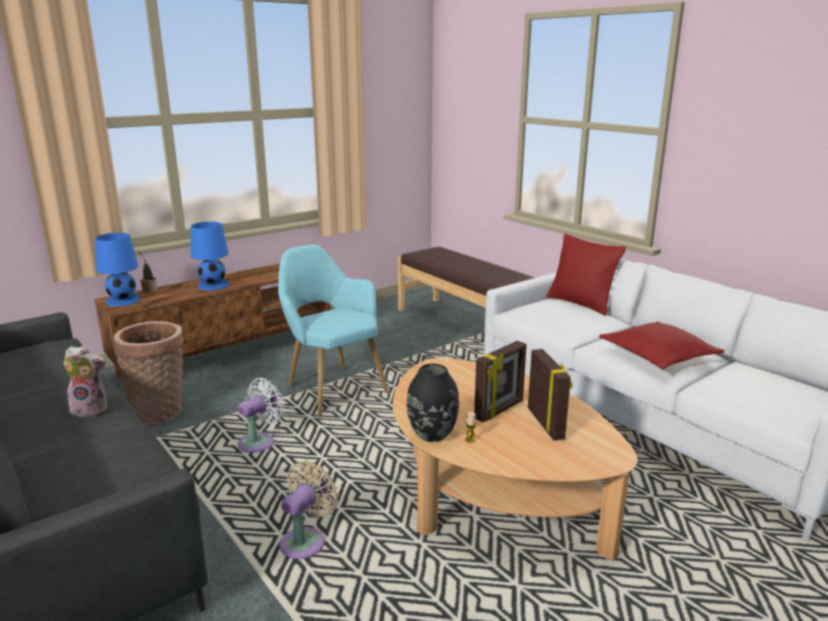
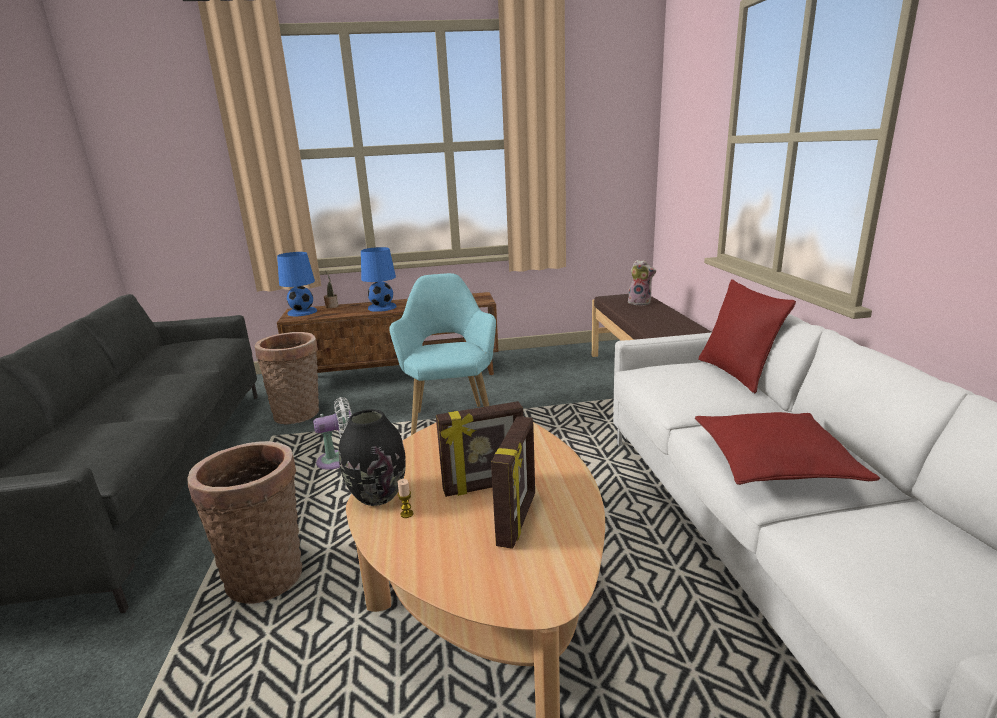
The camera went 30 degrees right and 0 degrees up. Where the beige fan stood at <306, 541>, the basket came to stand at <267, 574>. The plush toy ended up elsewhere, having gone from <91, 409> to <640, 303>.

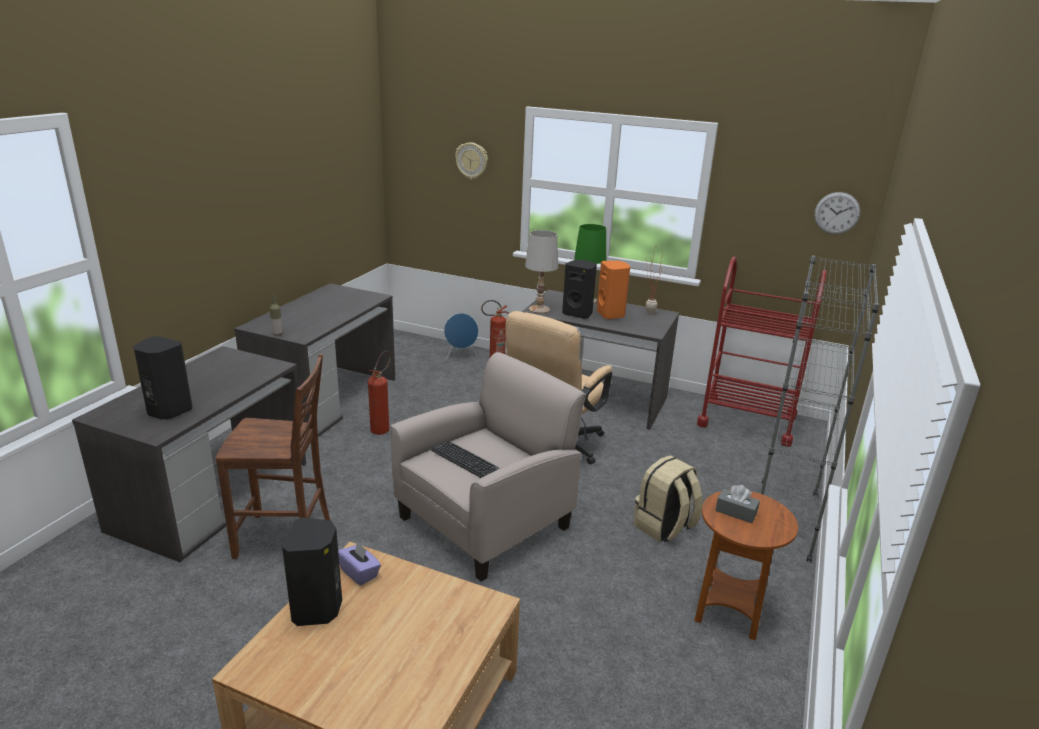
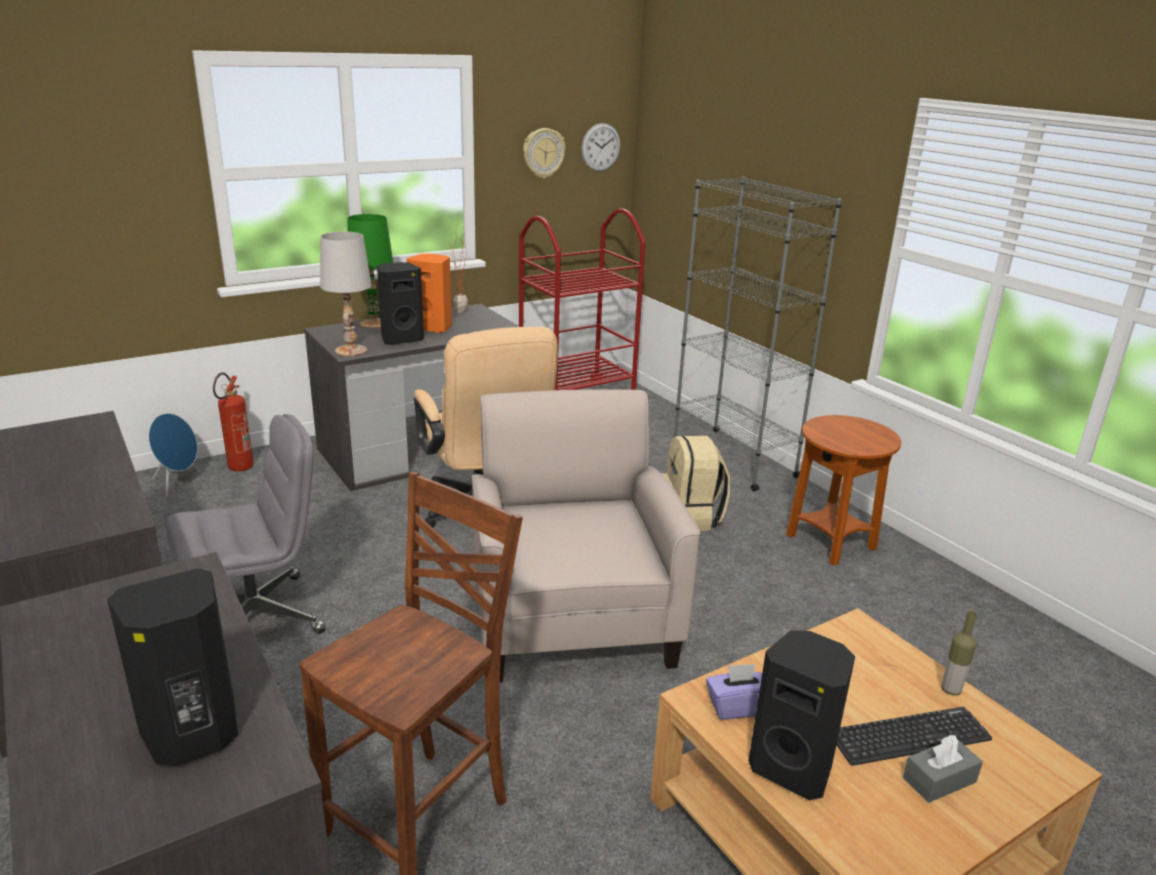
The camera went 55 degrees left and 0 degrees up. Where the fire extinguisher stood at <382, 428>, the grey office chair came to stand at <257, 617>. The wall clock ended up elsewhere, having gone from <472, 160> to <543, 153>. The keyboard ended up elsewhere, having gone from <468, 462> to <909, 736>. The grey tissue box ended up elsewhere, having gone from <736, 512> to <939, 780>. The bottle ended up elsewhere, having gone from <277, 334> to <951, 690>.

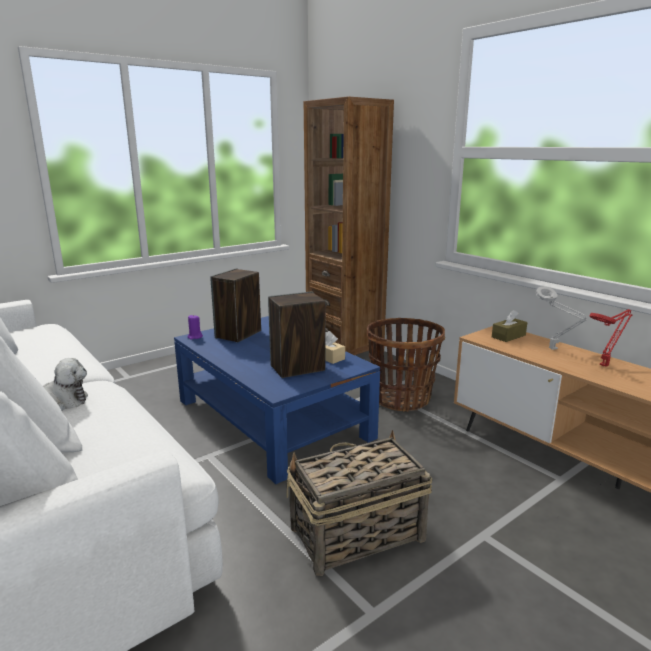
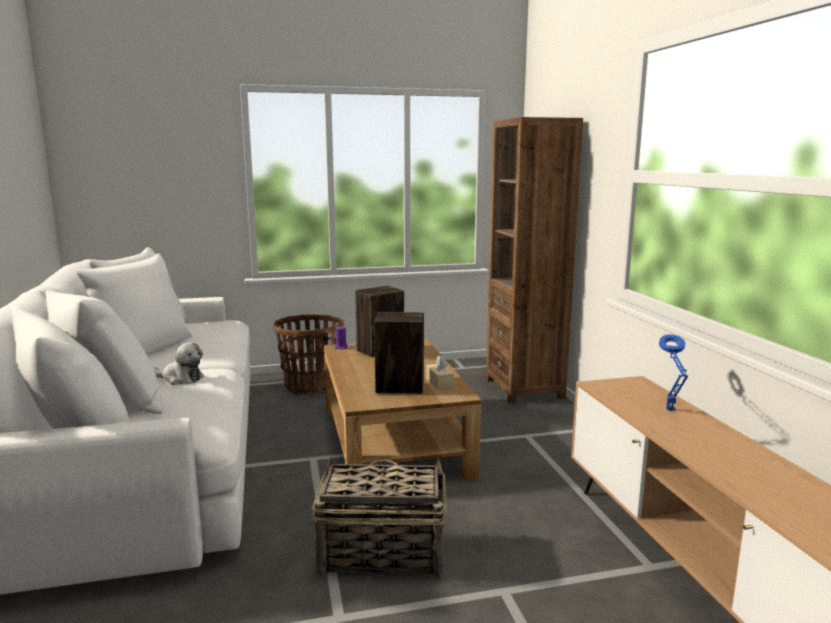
The camera went 25 degrees right and 5 degrees down. The basket ended up elsewhere, having gone from <401, 399> to <311, 385>. What was the blue coffee table at <271, 418> turned into the brown coffee table at <393, 439>. What was the grey table lamp at <554, 350> turned into the blue table lamp at <671, 411>. The second view lost the brown tissue box at <508, 336>. The second view lost the red table lamp at <605, 365>.

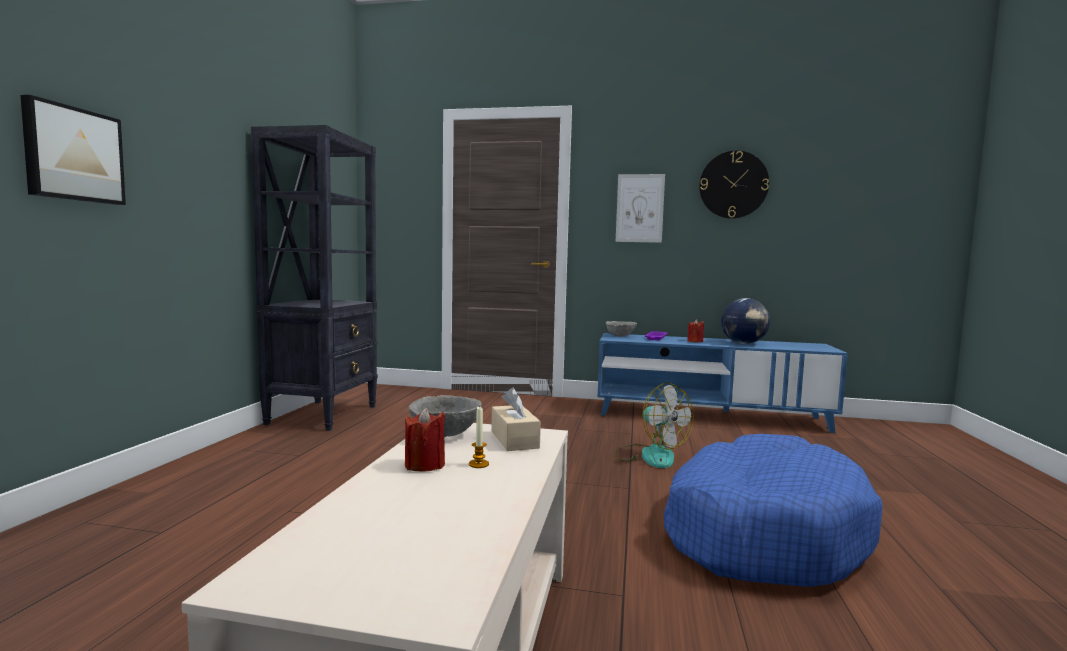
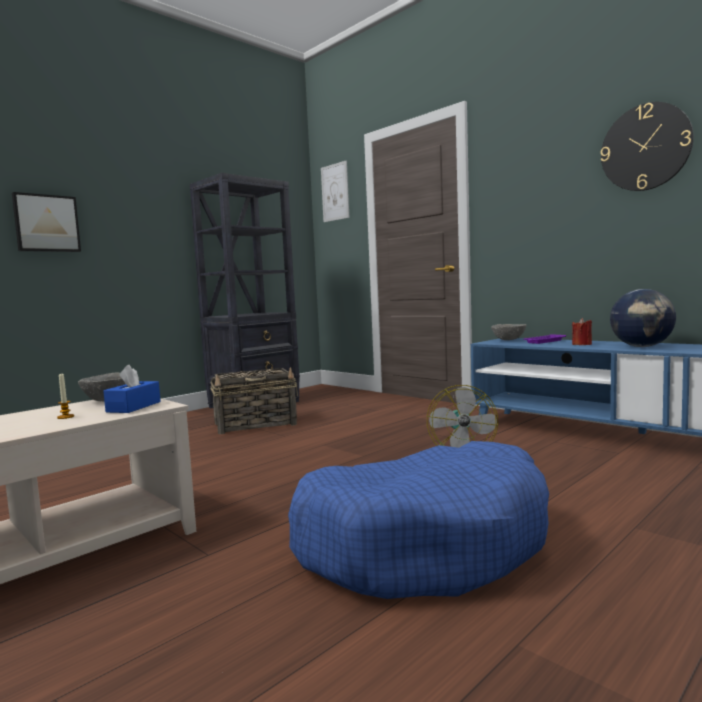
The camera went 35 degrees right and 0 degrees up. What was the beige tissue box at <514, 439> turned into the blue tissue box at <134, 407>. The second view gained the basket at <256, 424>. The picture ended up elsewhere, having gone from <640, 208> to <335, 192>. The second view lost the red candle at <424, 465>.

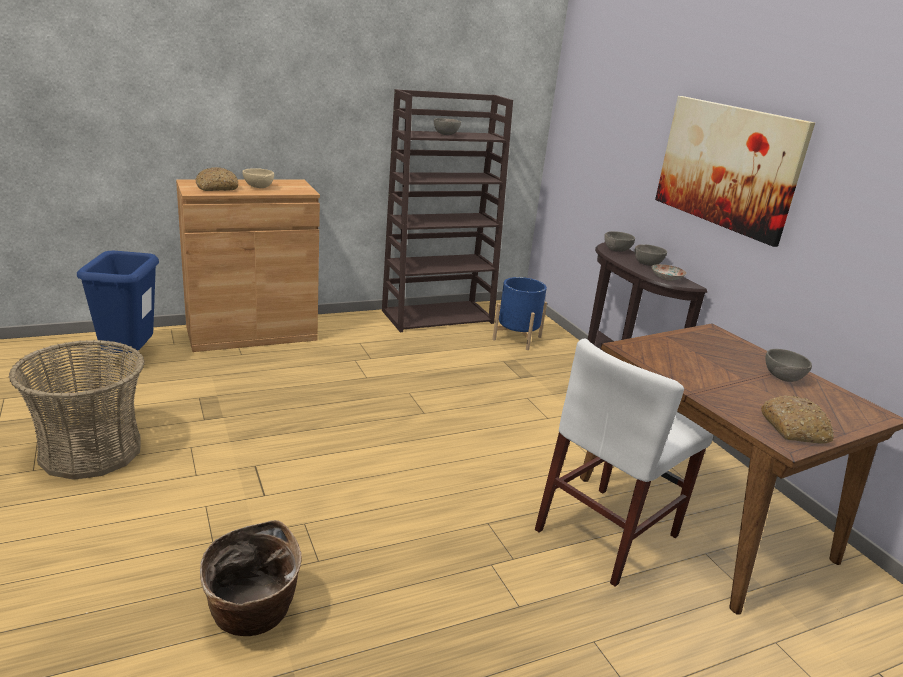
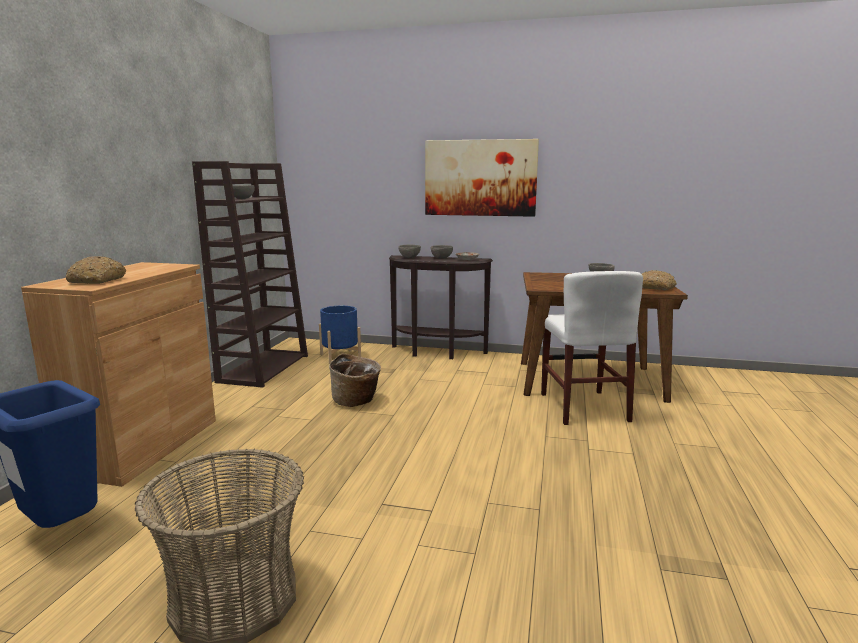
The camera went 50 degrees left and 10 degrees down. The basket ended up elsewhere, having gone from <252, 616> to <356, 401>. The second view lost the beige bowl at <259, 187>.

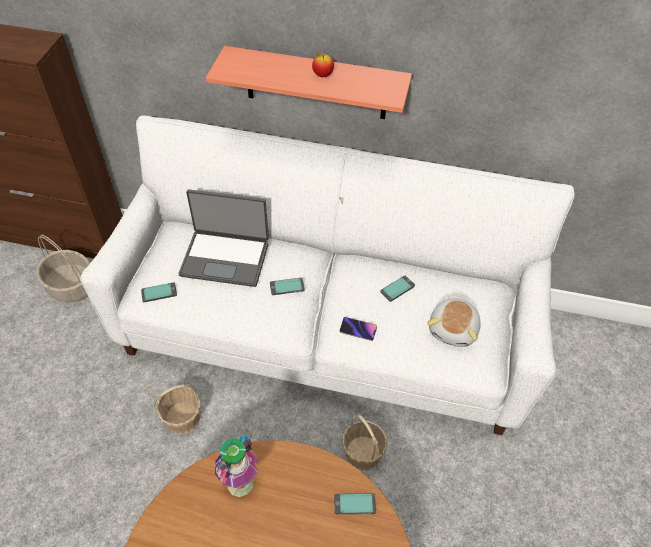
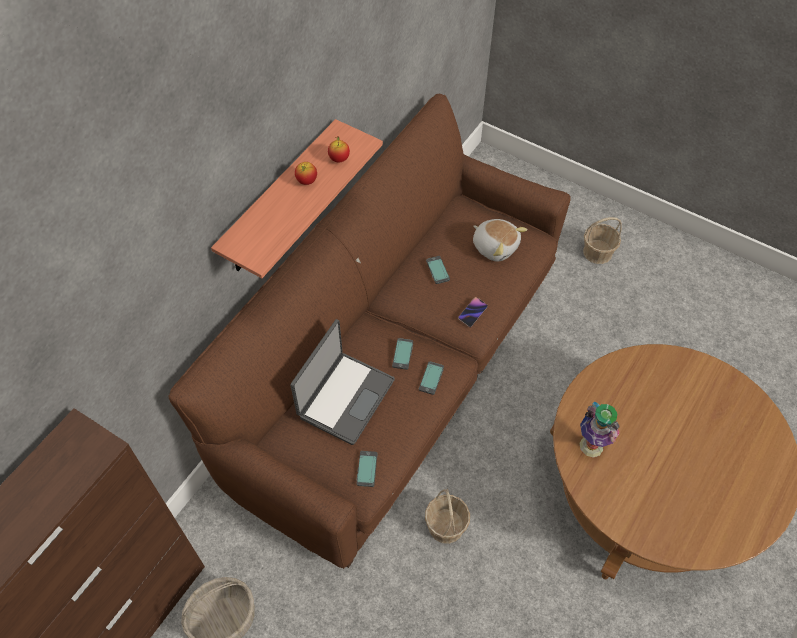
The camera went 70 degrees left and 5 degrees up. What was the white sofa at <324, 335> turned into the brown sofa at <397, 375>. The second view gained the apple at <339, 159>. The phone ended up elsewhere, having gone from <355, 504> to <431, 378>. The basket ended up elsewhere, having gone from <362, 453> to <598, 252>.

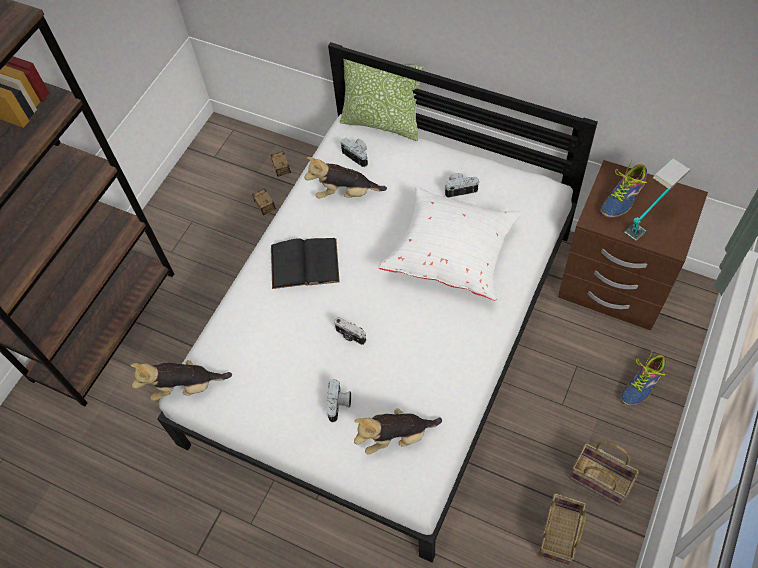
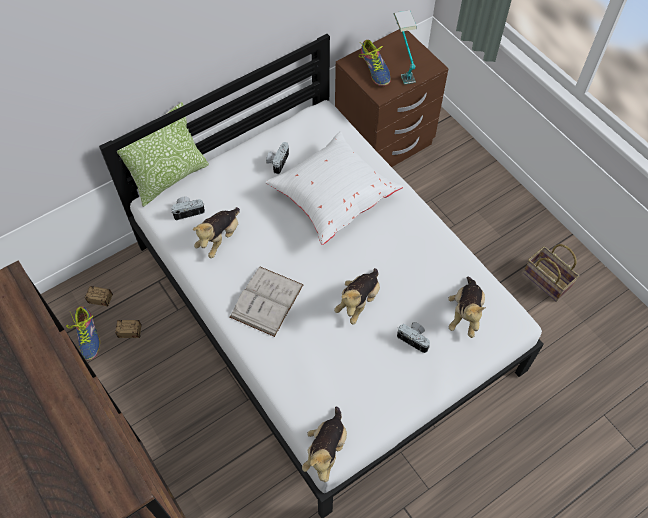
The camera went 65 degrees left and 0 degrees up. The shoe ended up elsewhere, having gone from <642, 384> to <88, 336>. What was the black book at <304, 263> turned into the white book at <267, 300>. Where the photo camera stood at <350, 336>, the plush toy came to stand at <358, 301>. The second view lost the basket at <601, 479>.

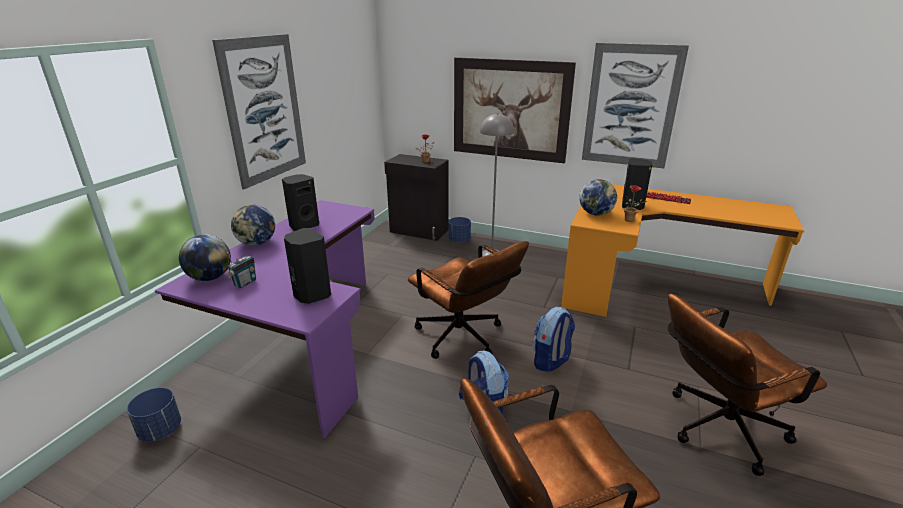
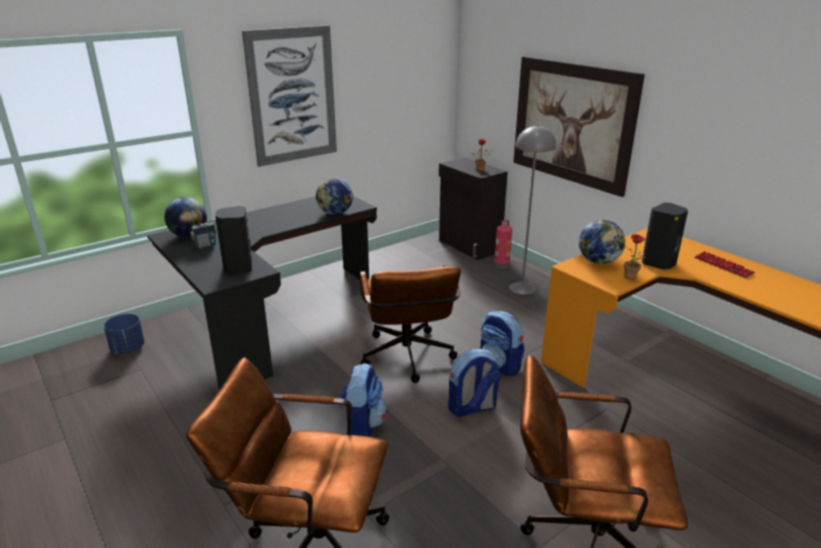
The camera went 30 degrees right and 0 degrees up. What was the purple desk at <301, 344> turned into the black desk at <270, 319>. The globe ended up elsewhere, having gone from <257, 243> to <335, 213>. The second view gained the backpack at <500, 366>. Where the blue planter stood at <459, 240>, the fire extinguisher came to stand at <501, 265>. The second view lost the black speaker at <303, 226>. The second view lost the picture at <631, 106>.

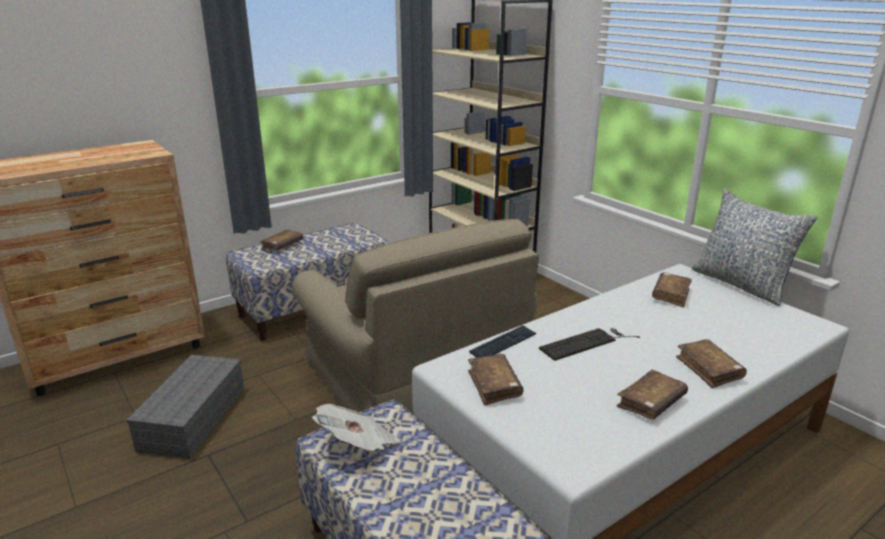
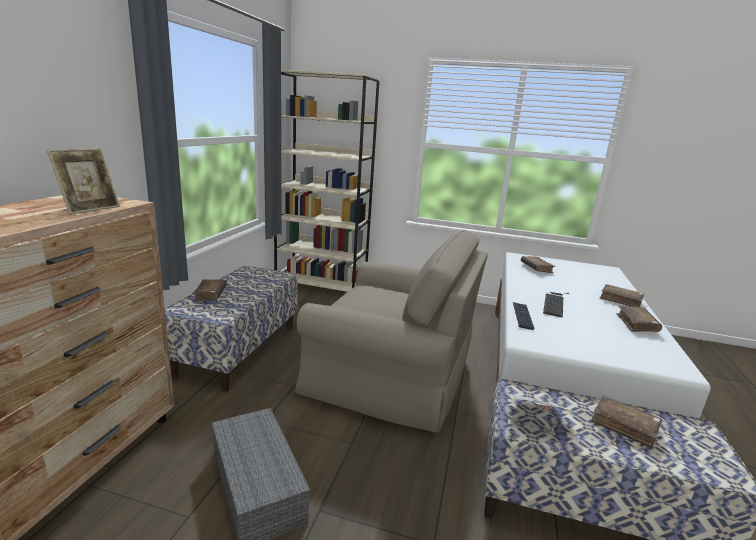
The camera went 40 degrees left and 5 degrees down. The second view gained the picture frame at <90, 209>. The brown book ended up elsewhere, having gone from <494, 385> to <624, 426>. The second view lost the pillow at <741, 284>.

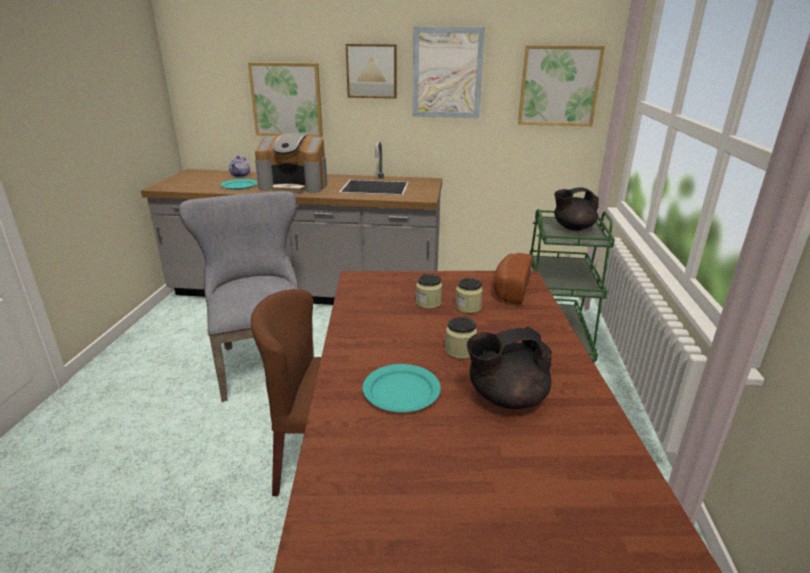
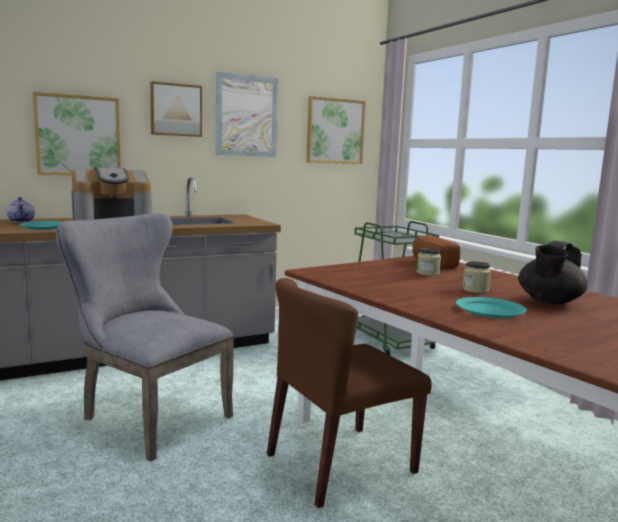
The camera went 35 degrees left and 15 degrees down. The second view lost the jar at <428, 303>. The second view lost the black teapot at <572, 228>.

